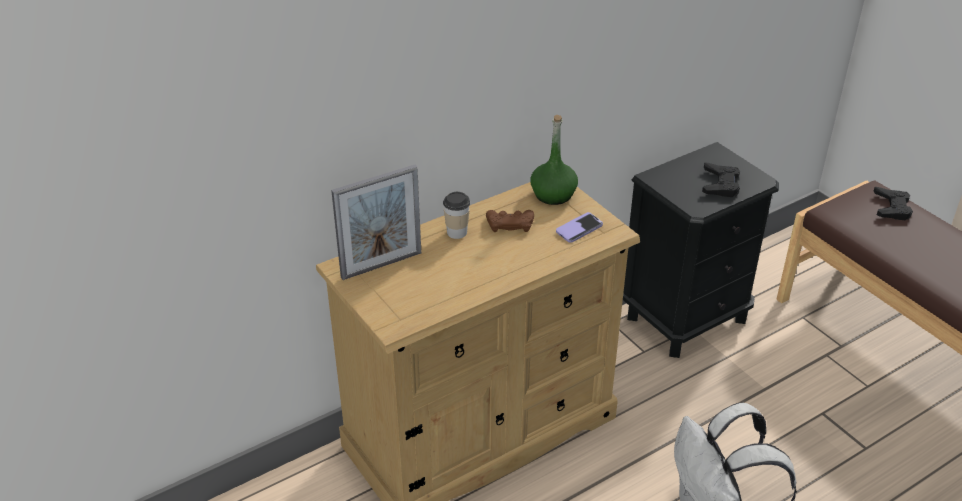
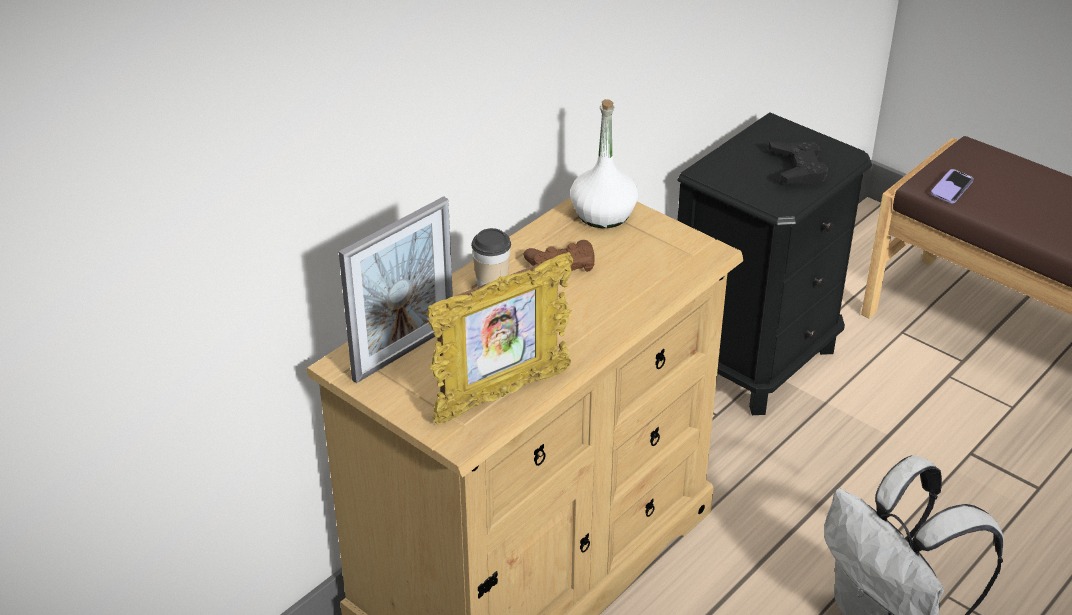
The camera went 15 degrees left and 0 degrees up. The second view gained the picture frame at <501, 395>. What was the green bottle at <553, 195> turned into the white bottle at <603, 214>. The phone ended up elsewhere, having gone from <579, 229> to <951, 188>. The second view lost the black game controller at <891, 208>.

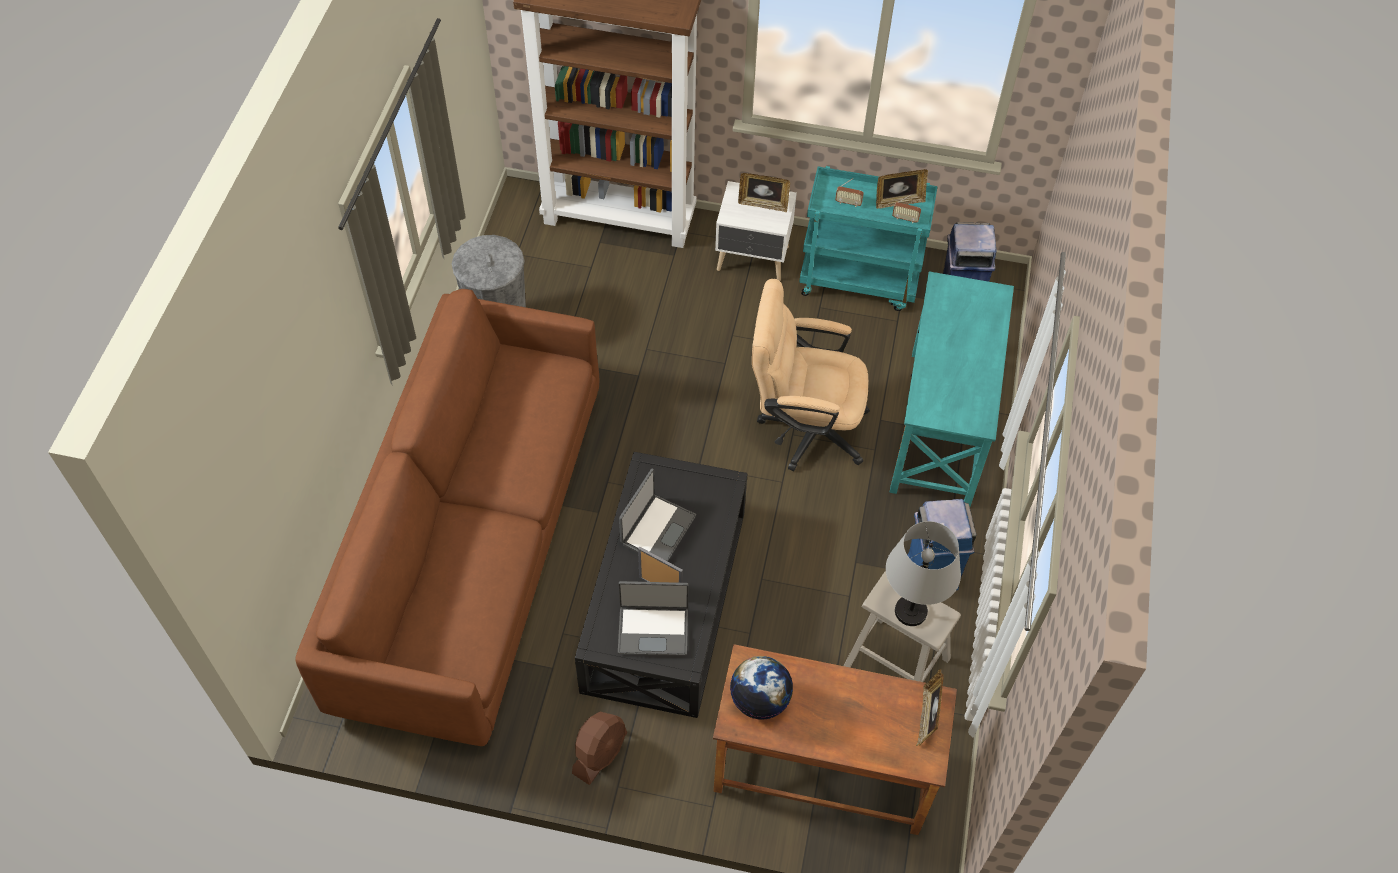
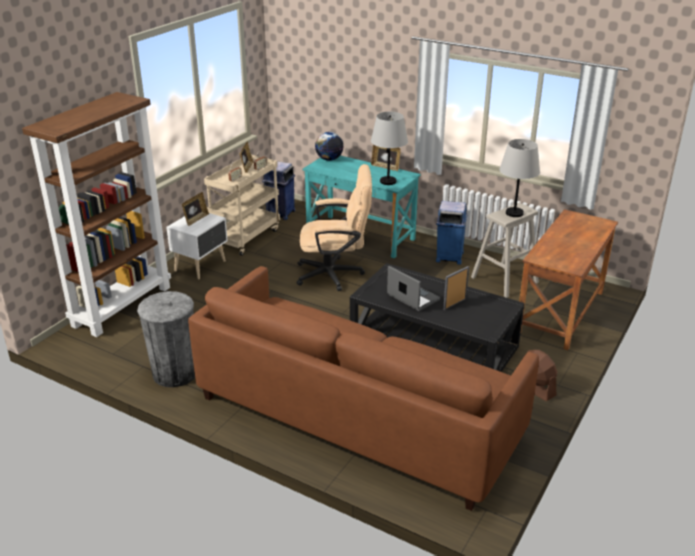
The camera went 70 degrees left and 25 degrees down. What was the turquoise cart at <859, 281> turned into the beige cart at <246, 237>. The beige office chair at <803, 427> ended up facing another way, 120 degrees counterclockwise from before. The globe ended up elsewhere, having gone from <760, 700> to <329, 159>. The second view gained the grey table lamp at <388, 181>. The picture frame ended up elsewhere, having gone from <927, 717> to <385, 167>. The second view lost the laptop at <653, 629>.

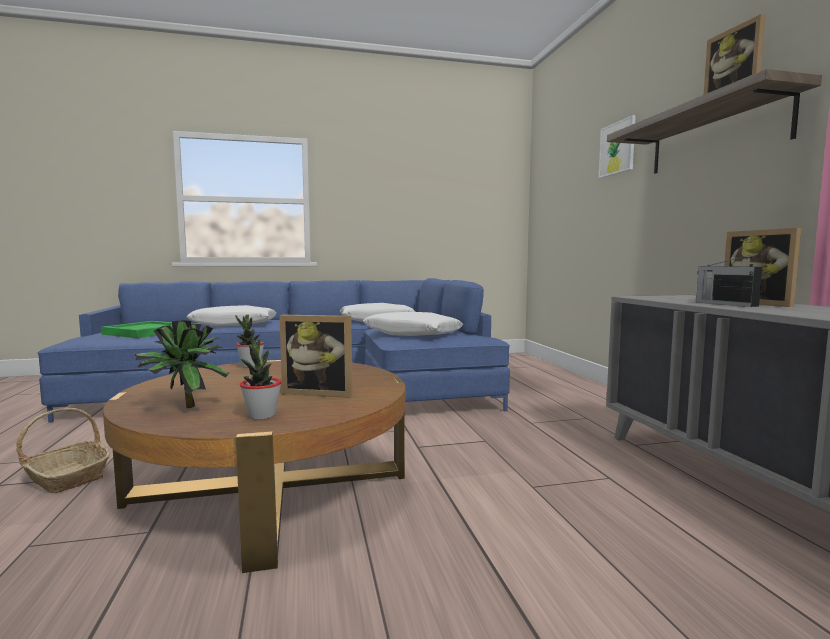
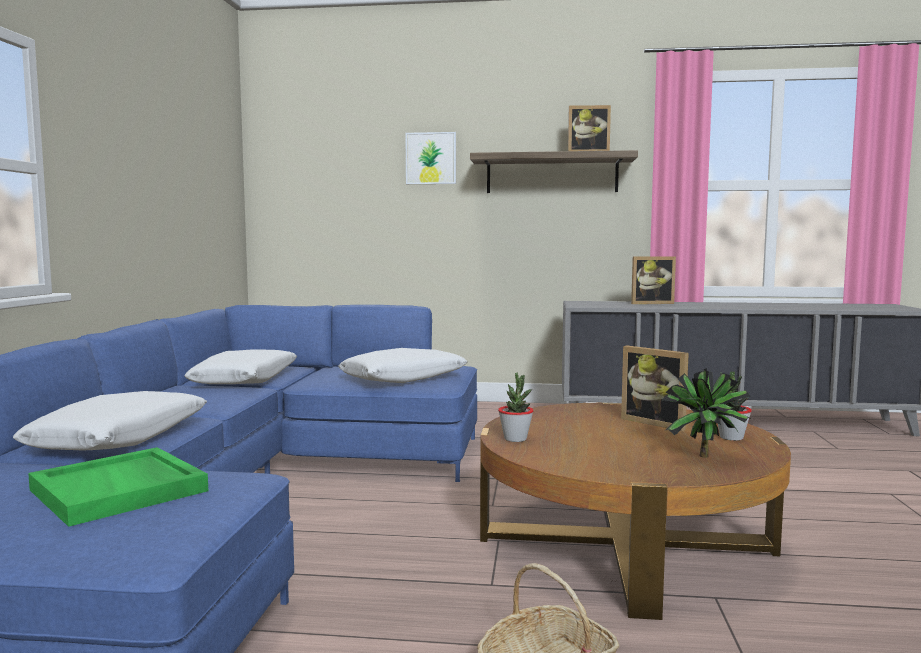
The camera went 70 degrees left and 0 degrees up. The picture frame at <320, 392> ended up facing another way, 105 degrees clockwise from before. The second view lost the radio at <725, 304>.

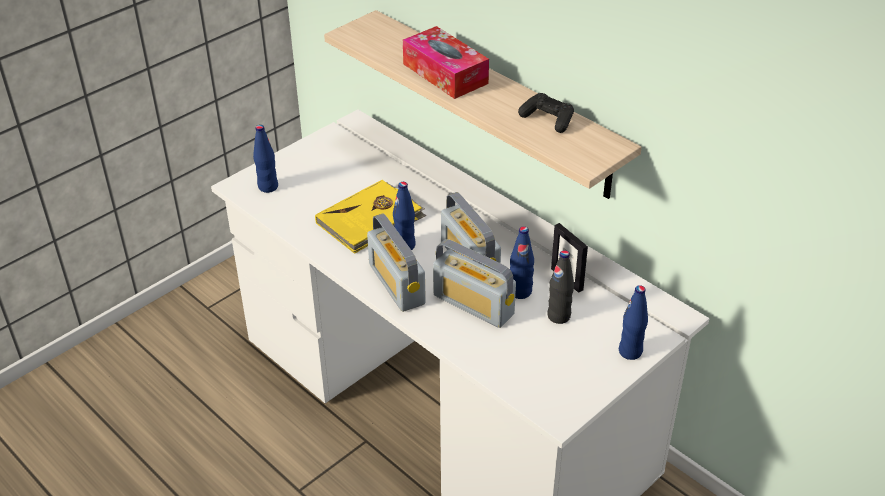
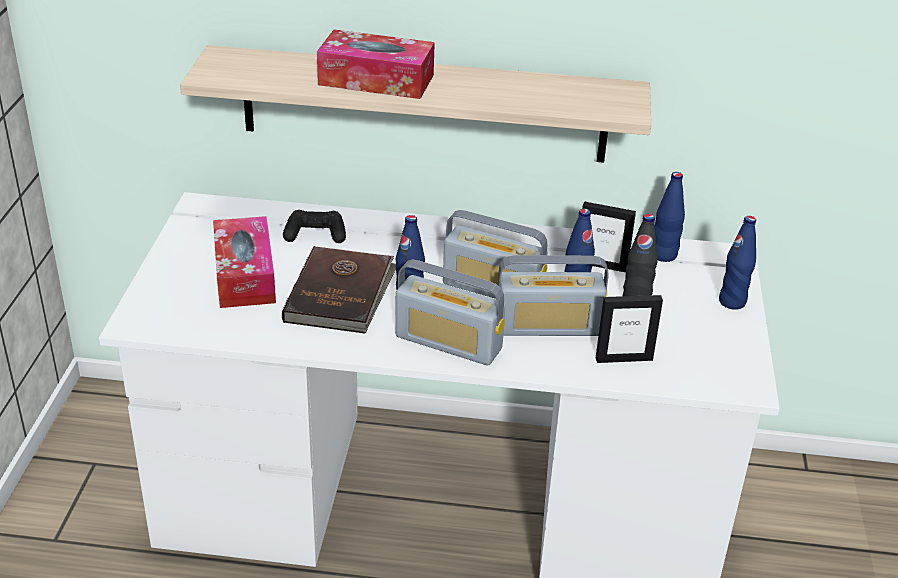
The camera went 40 degrees left and 5 degrees down. The second view gained the tissue box at <245, 275>. What was the yellow book at <371, 220> turned into the brown book at <341, 293>. The black game controller ended up elsewhere, having gone from <548, 119> to <315, 235>. The second view gained the picture frame at <624, 359>. The blue bottle ended up elsewhere, having gone from <268, 187> to <663, 255>.

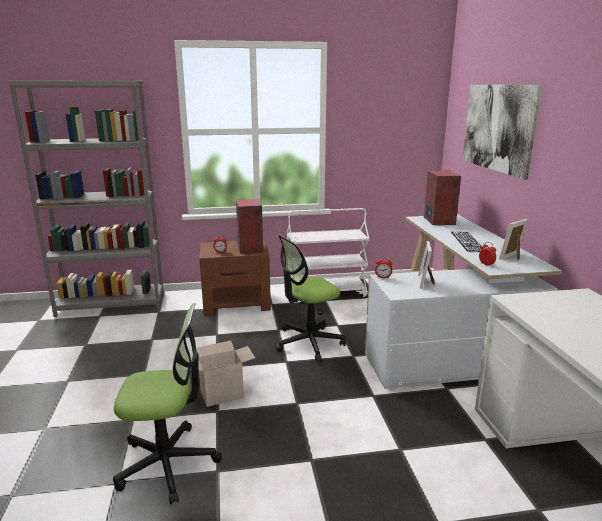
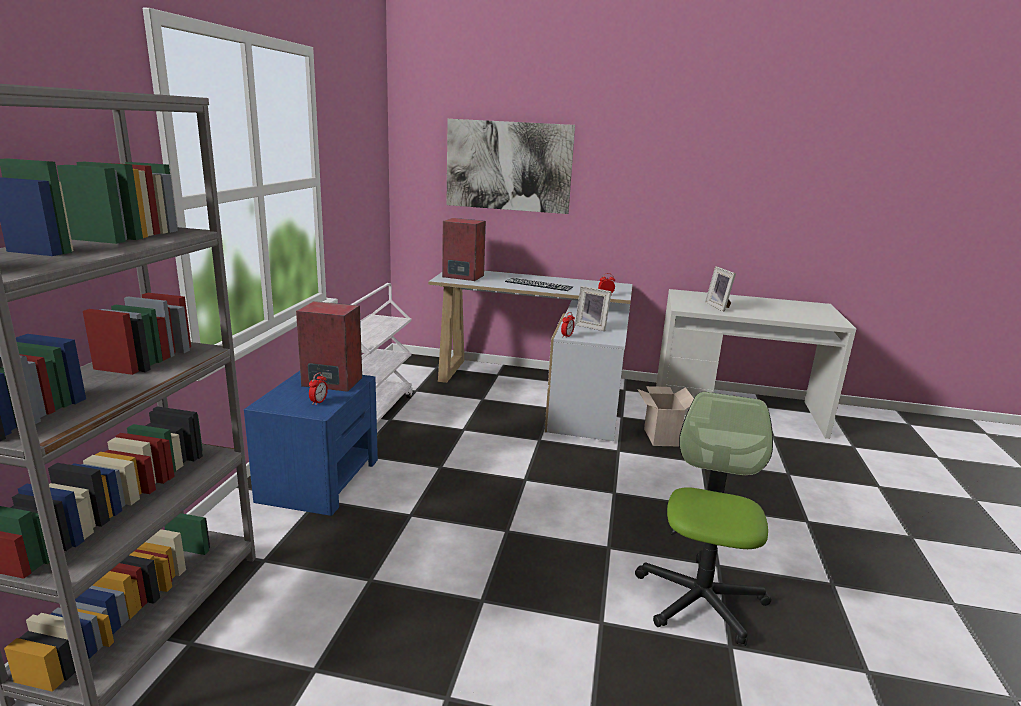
The camera went 70 degrees left and 0 degrees up. What was the brown nightstand at <237, 302> turned into the blue nightstand at <320, 479>. The cardboard box ended up elsewhere, having gone from <223, 394> to <659, 436>. The picture frame ended up elsewhere, having gone from <513, 257> to <719, 307>. The second view lost the office chair at <309, 342>.

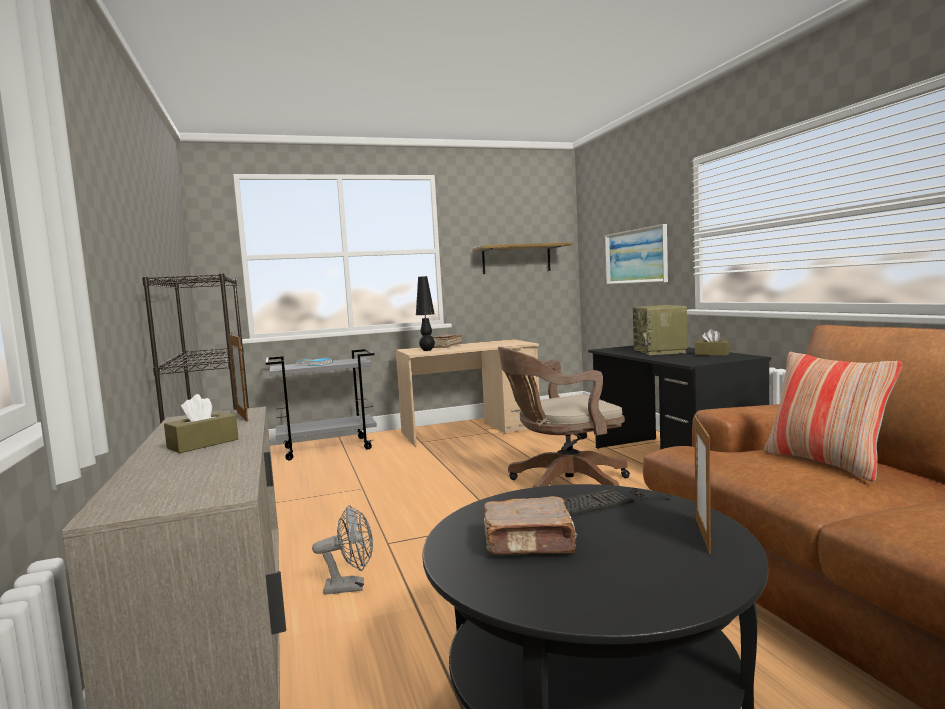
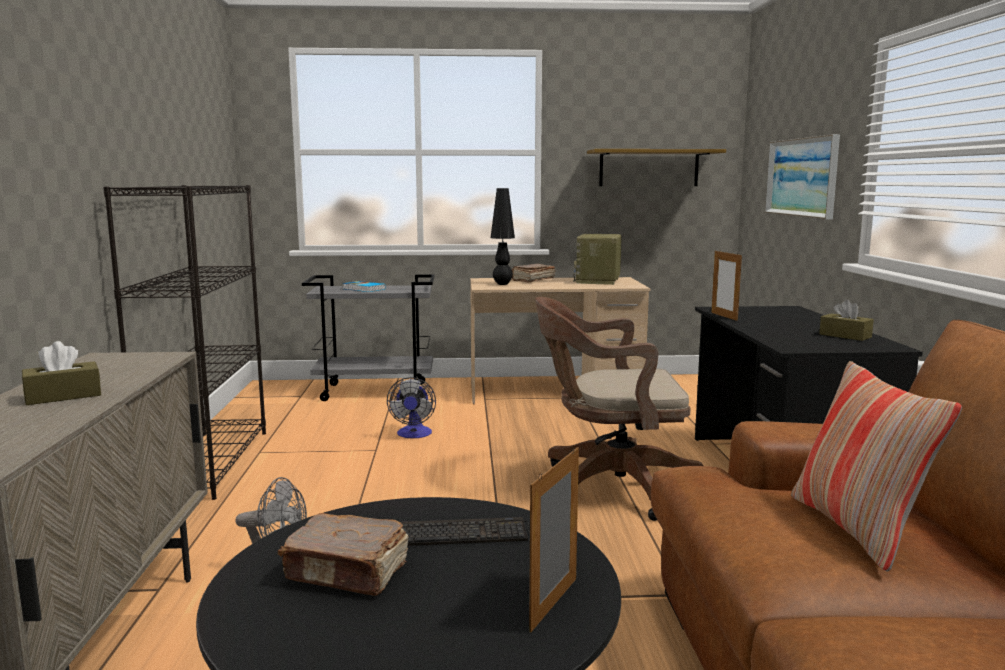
The camera went 15 degrees right and 5 degrees up. The second view gained the fan at <414, 434>. The radio ended up elsewhere, having gone from <660, 351> to <598, 281>. The picture frame ended up elsewhere, having gone from <242, 416> to <724, 316>.

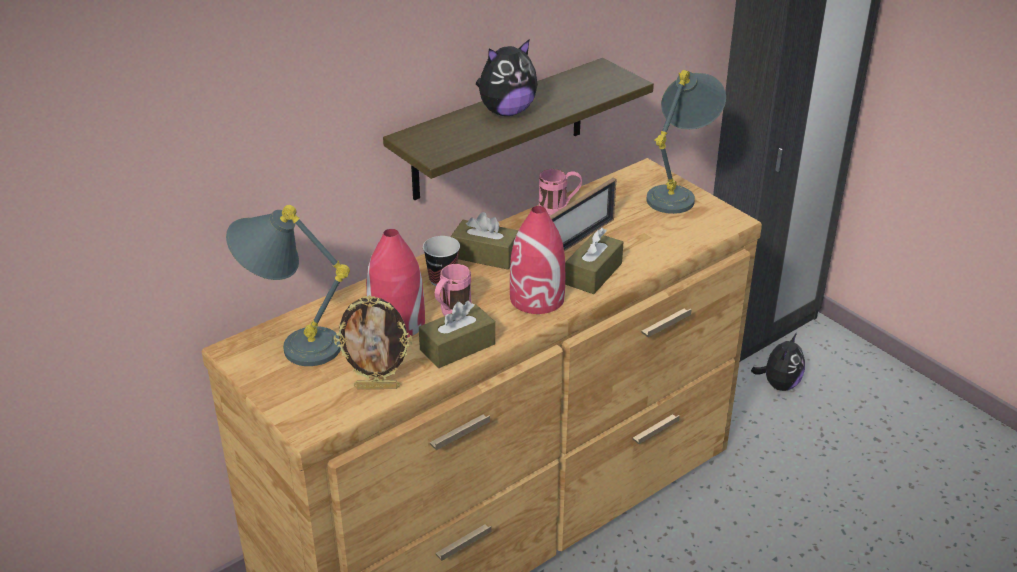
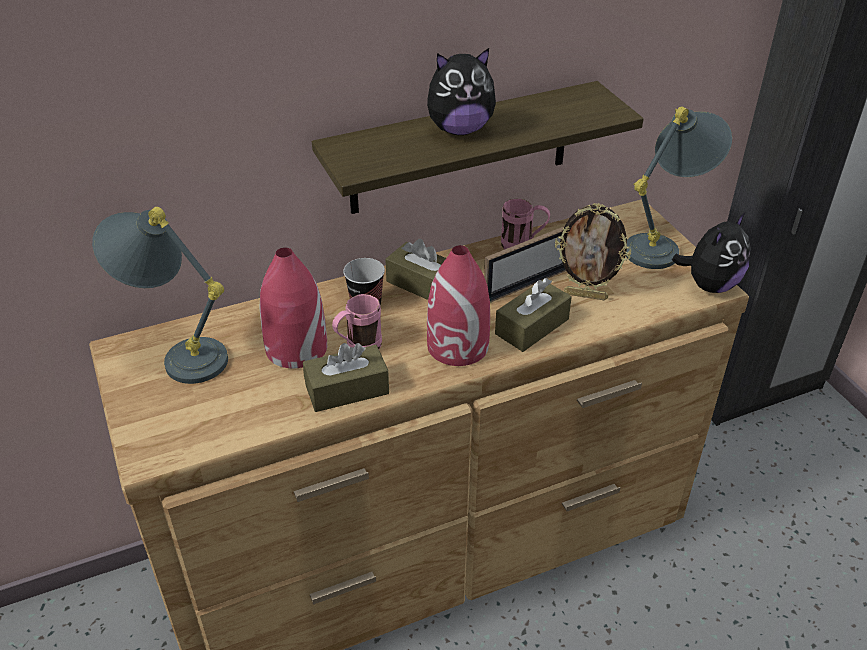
The camera went 15 degrees right and 5 degrees up. The picture frame ended up elsewhere, having gone from <377, 387> to <586, 295>. The plush toy ended up elsewhere, having gone from <779, 384> to <710, 285>.

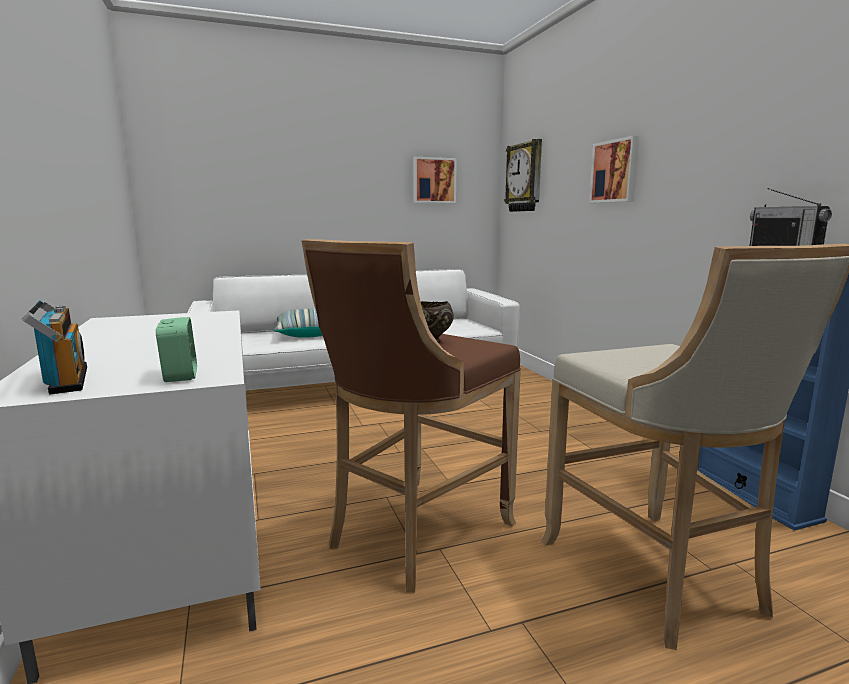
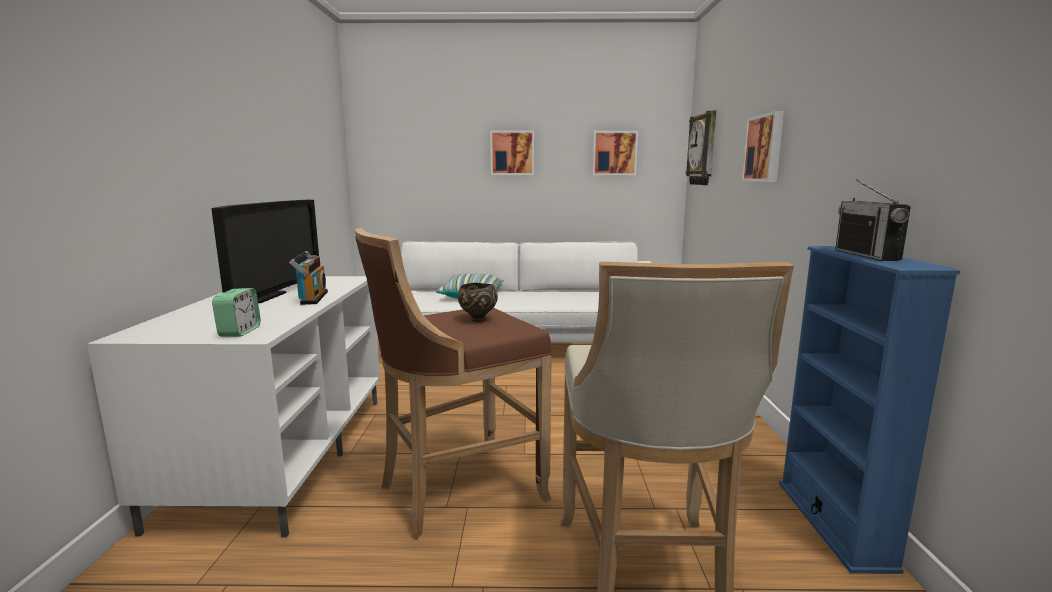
The camera went 20 degrees right and 0 degrees up. The second view gained the television at <260, 297>. The radio ended up elsewhere, having gone from <63, 380> to <311, 298>. The second view gained the picture at <512, 153>.

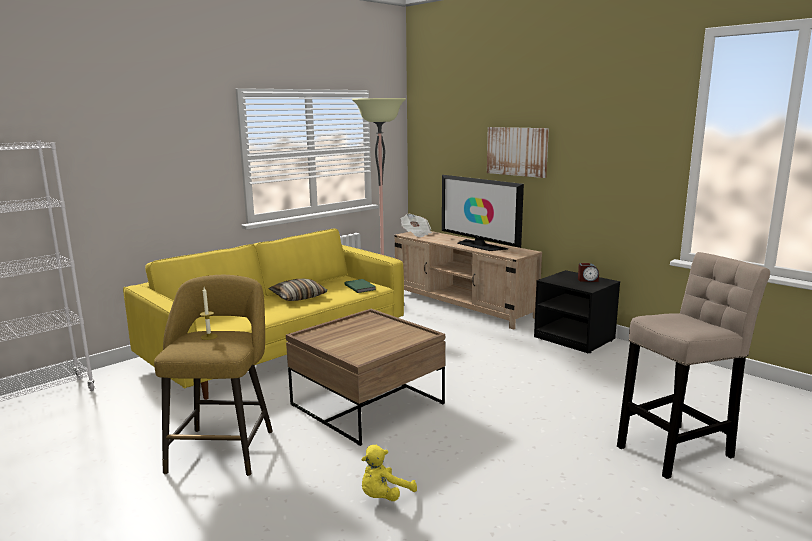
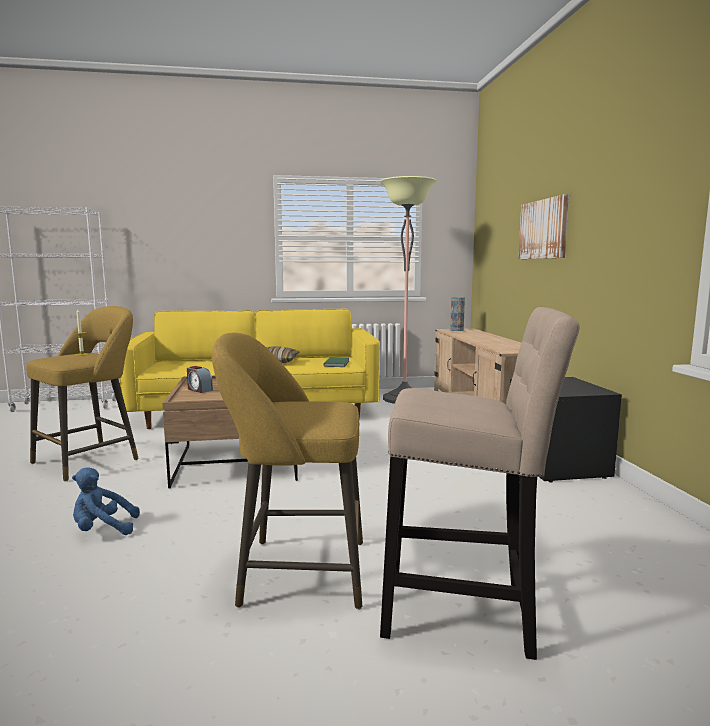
The camera went 35 degrees right and 5 degrees down. What was the yellow plush toy at <384, 497> turned into the blue plush toy at <103, 530>. The alarm clock ended up elsewhere, having gone from <587, 280> to <199, 390>. The second view gained the yellow stool at <295, 572>. Where the newspaper stood at <416, 234>, the vase came to stand at <457, 330>. The second view lost the television at <479, 245>.

